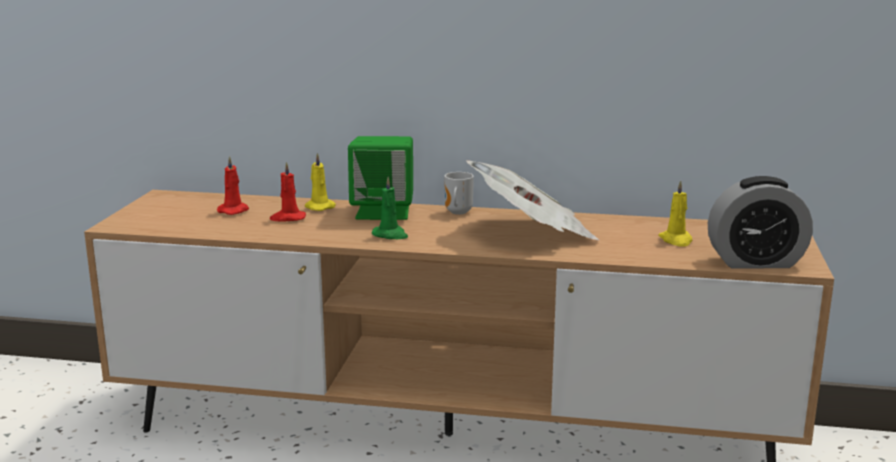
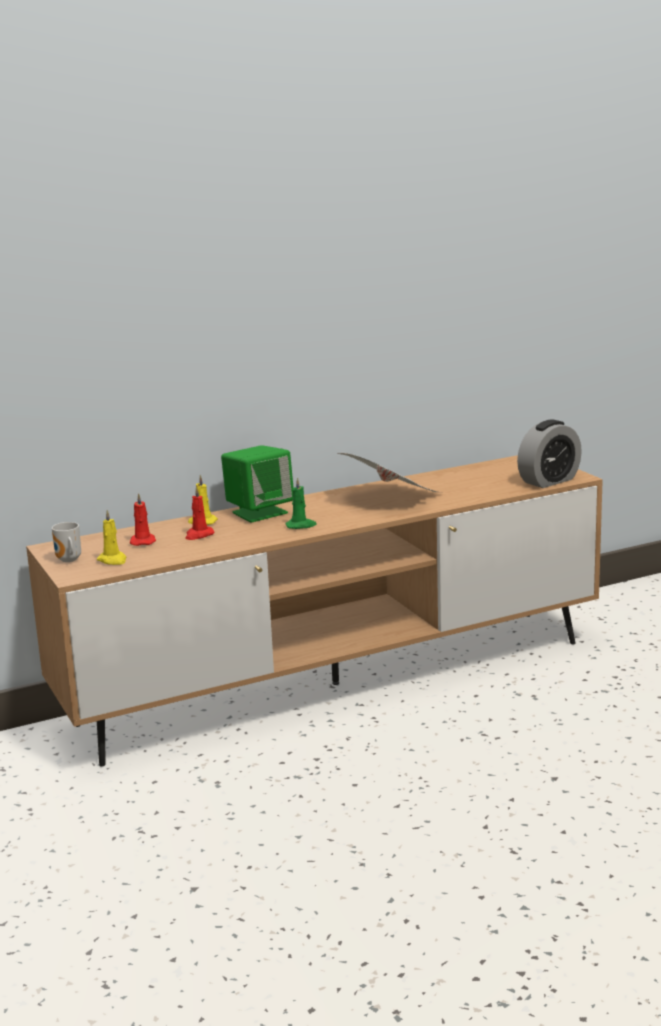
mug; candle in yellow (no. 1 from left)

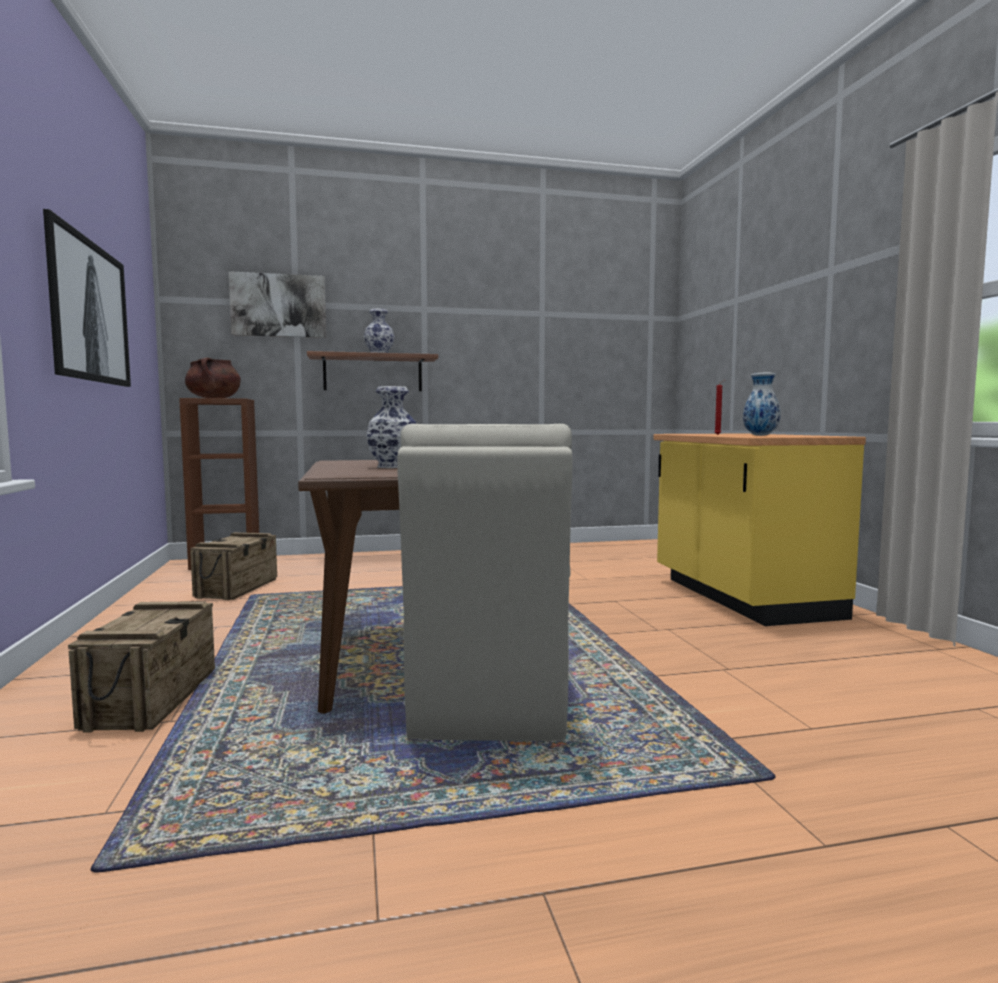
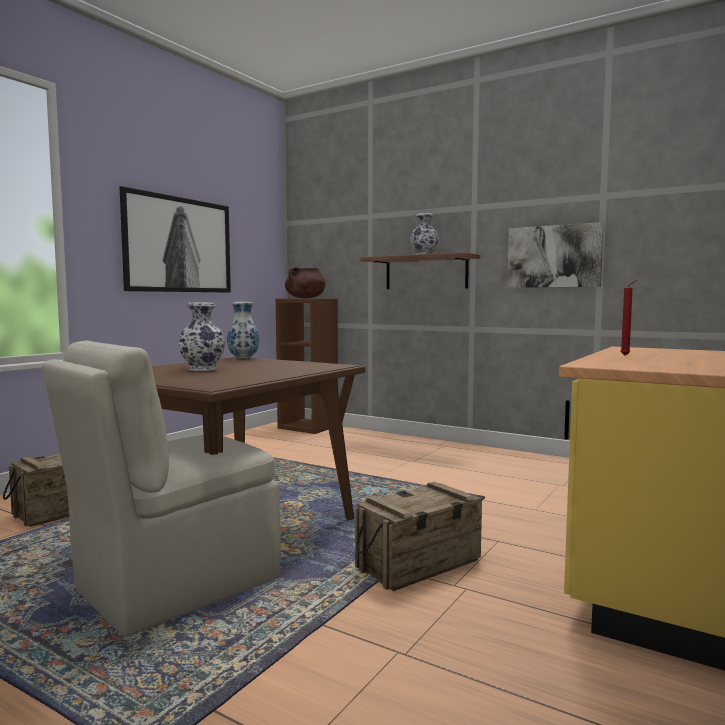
crate (no. 2 from left); picture (no. 2 from left); vase (no. 2 from left)

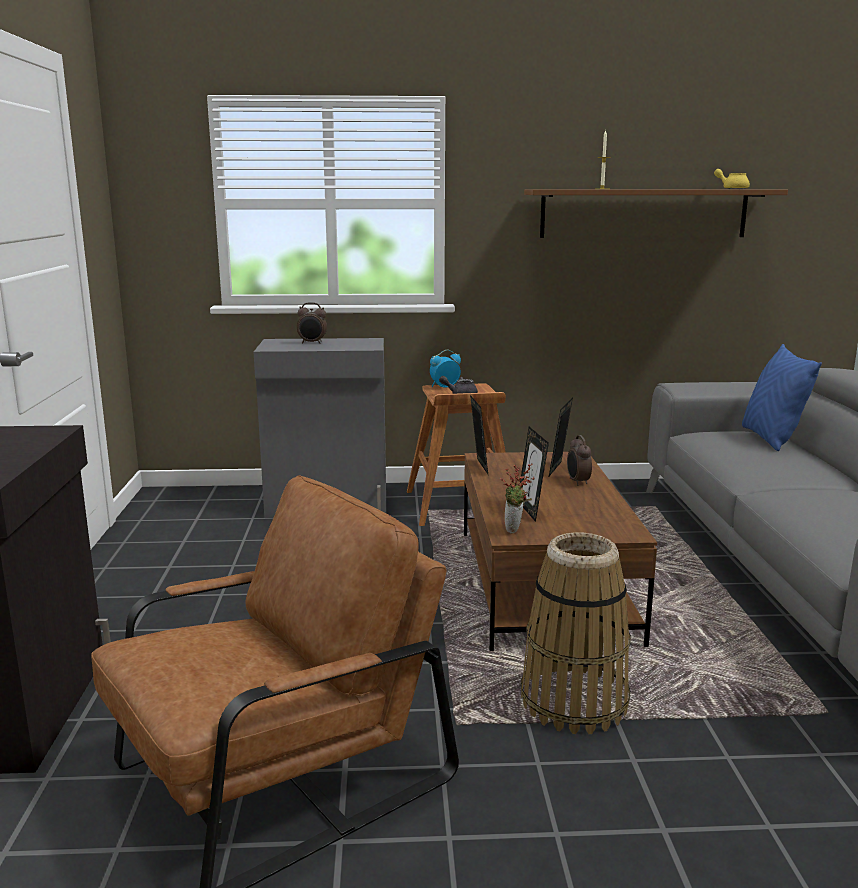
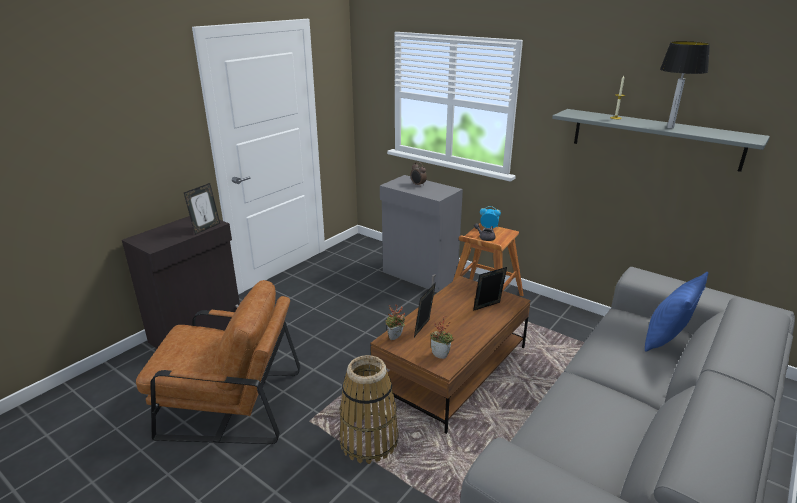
picture frame (no. 1 from left); shelf in grey; alarm clock (no. 3 from left in the first image); teapot in yellow; potted plant (no. 2 from left); table lamp

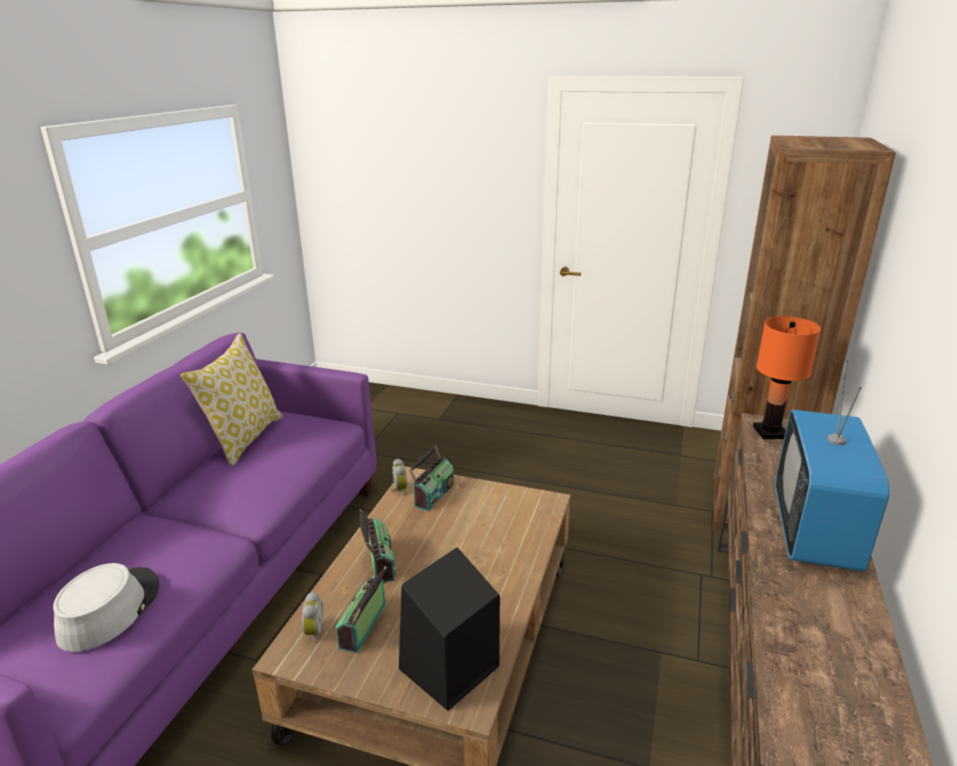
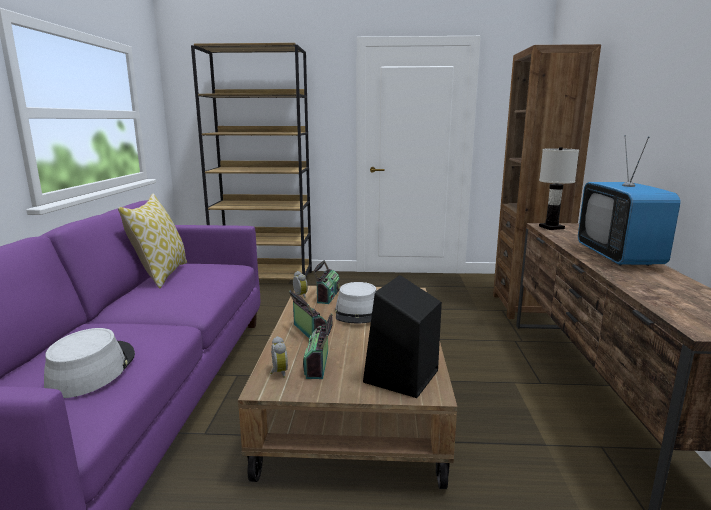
table lamp in white; bookcase in brown (no. 1 from left); hat in grey (no. 2 from left)

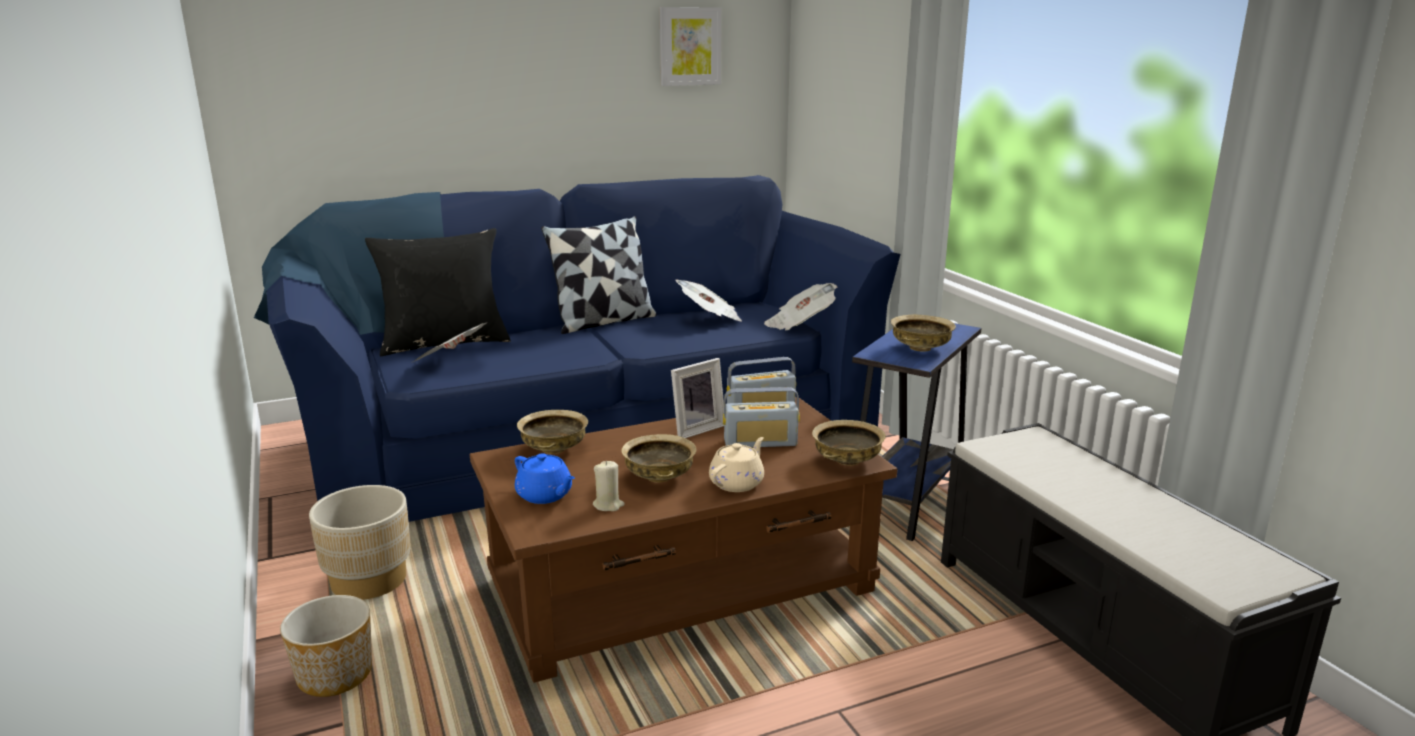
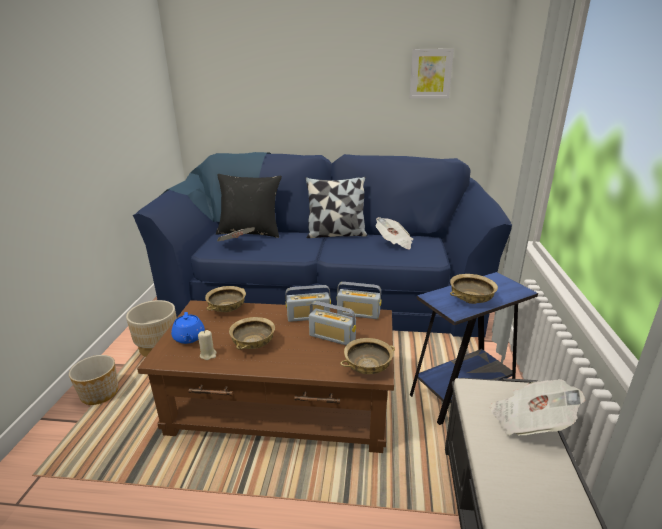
radio (no. 1 from left); teapot in beige; newspaper (no. 3 from left)

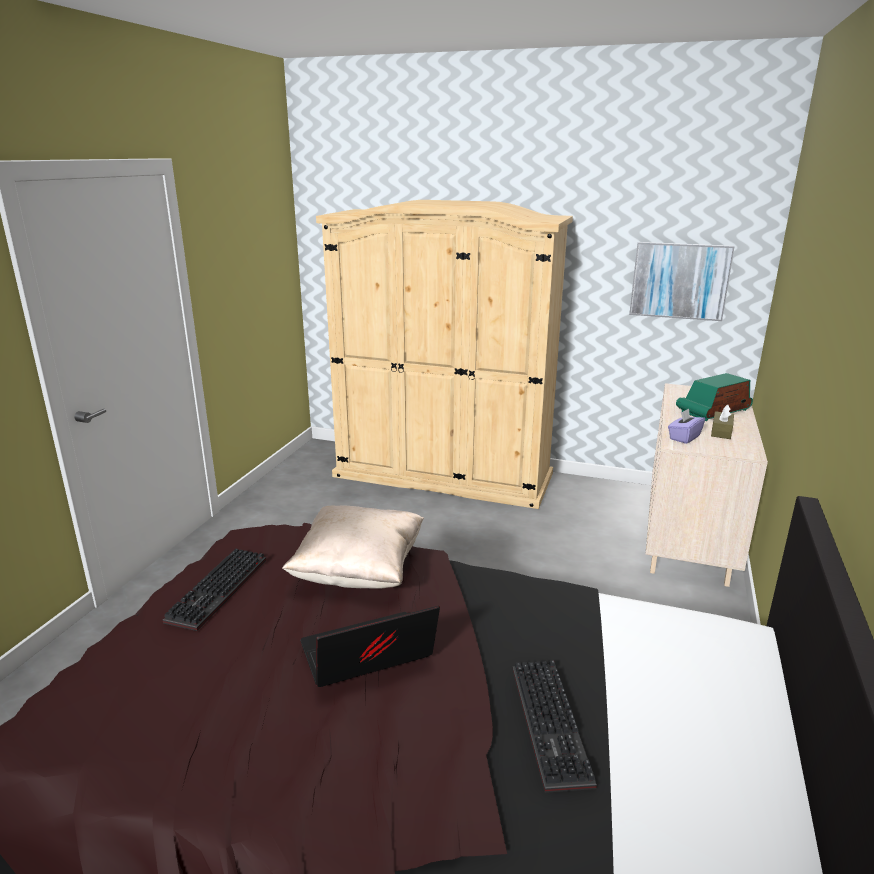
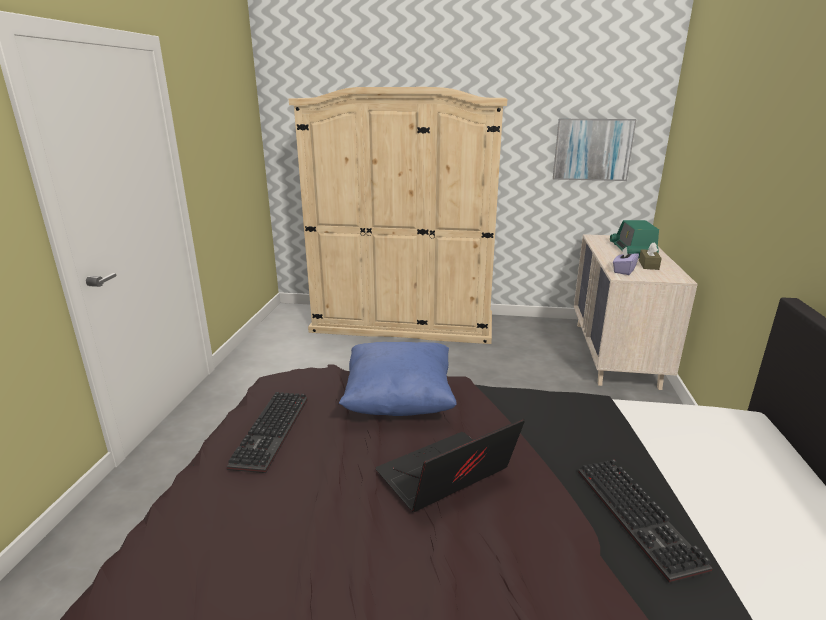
pillow in blue; radio

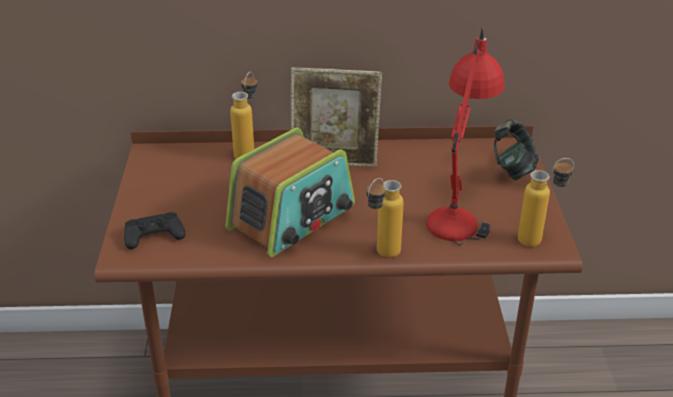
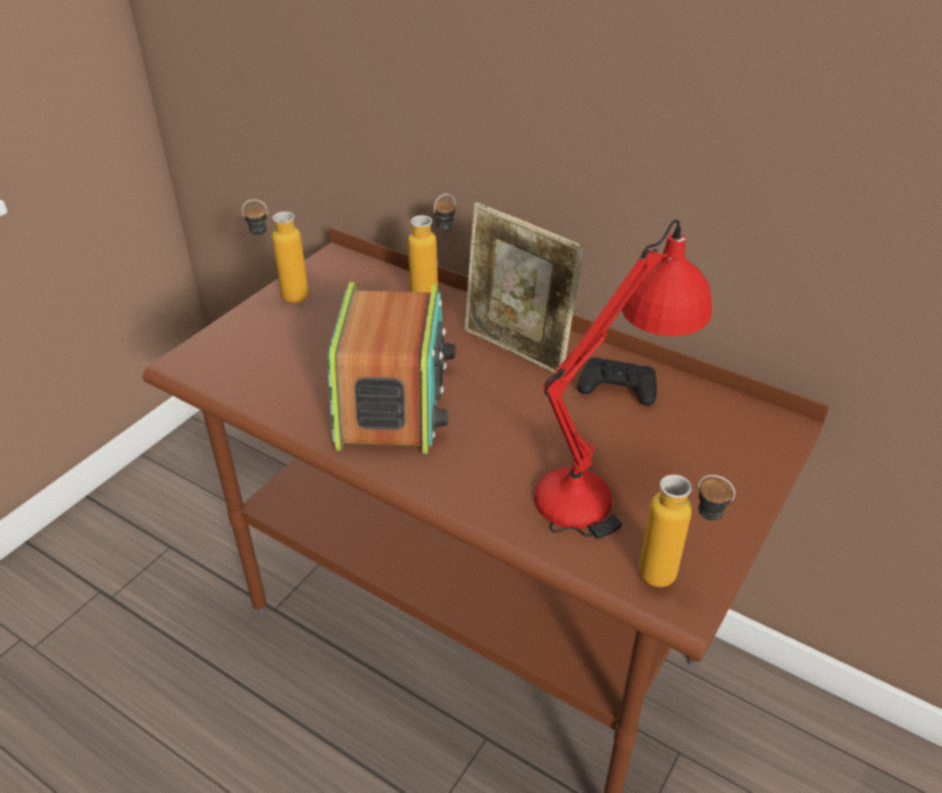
game controller in black; radio; bottle (no. 1 from left); headphones

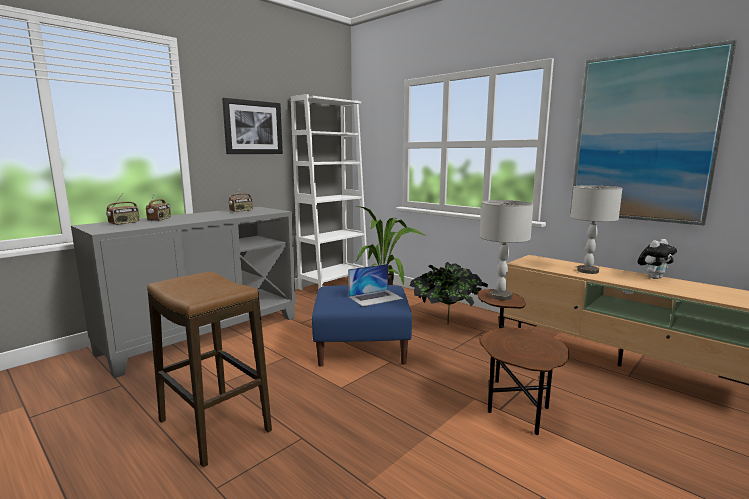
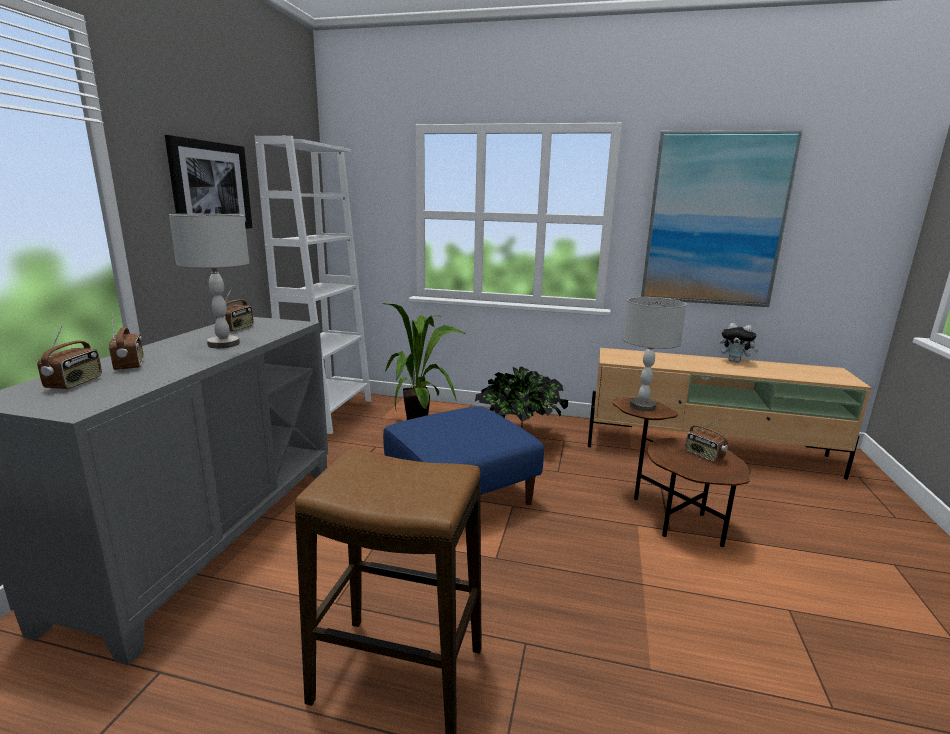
laptop; table lamp in grey (no. 1 from left); plush toy; radio (no. 4 from left)

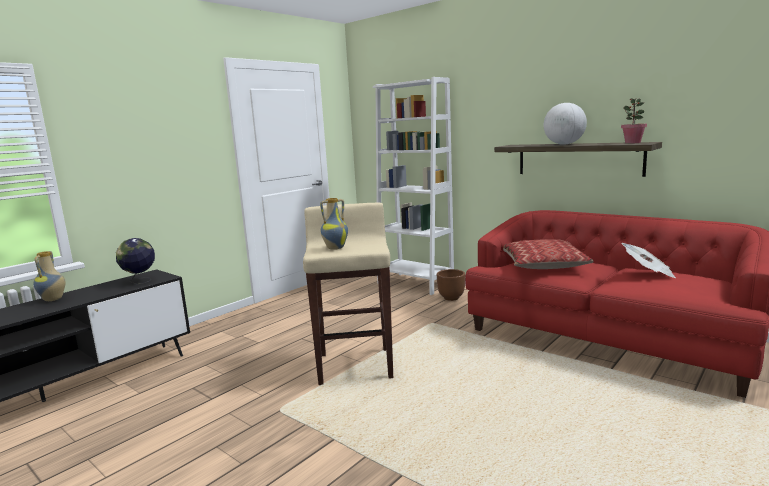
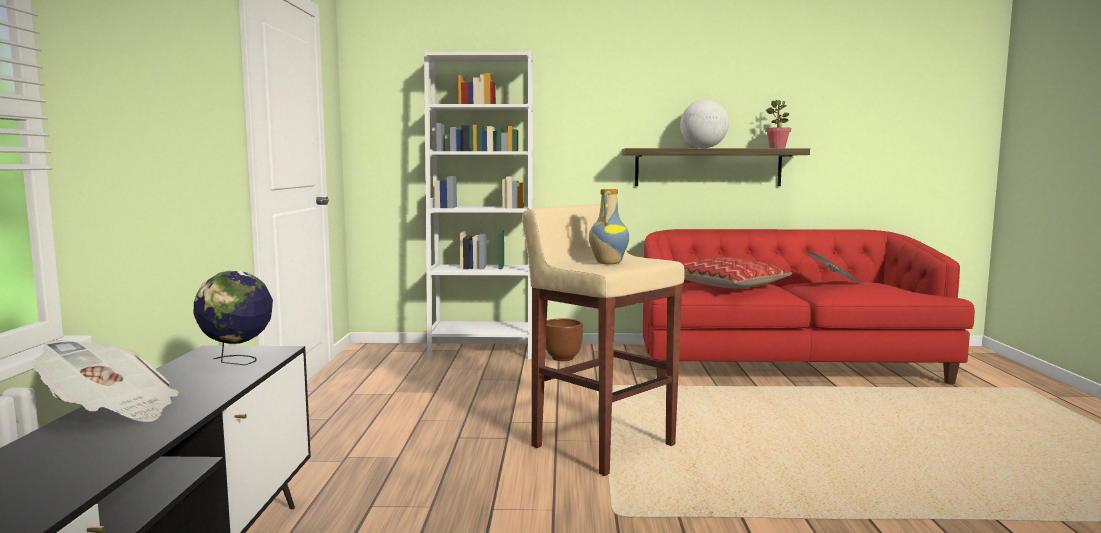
newspaper (no. 1 from left)

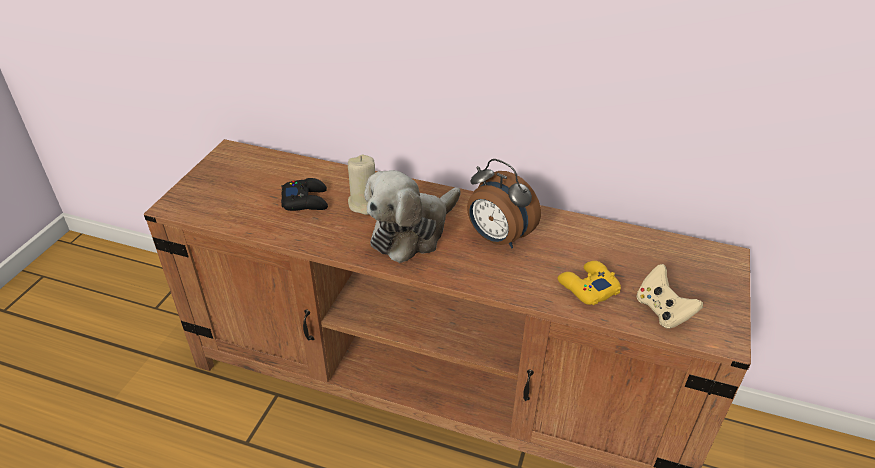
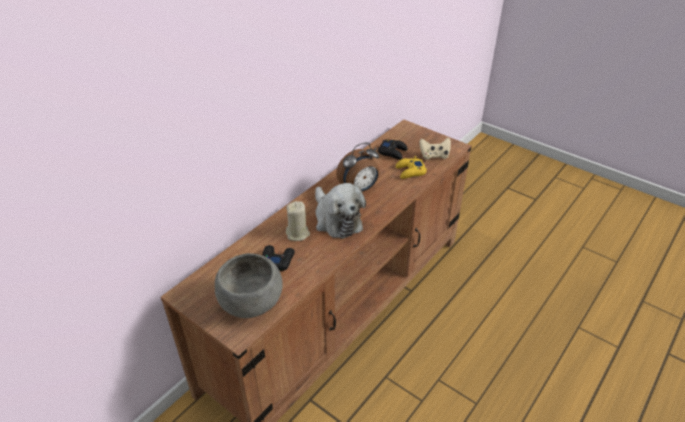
bowl in grey; game controller in black (no. 2 from left)

